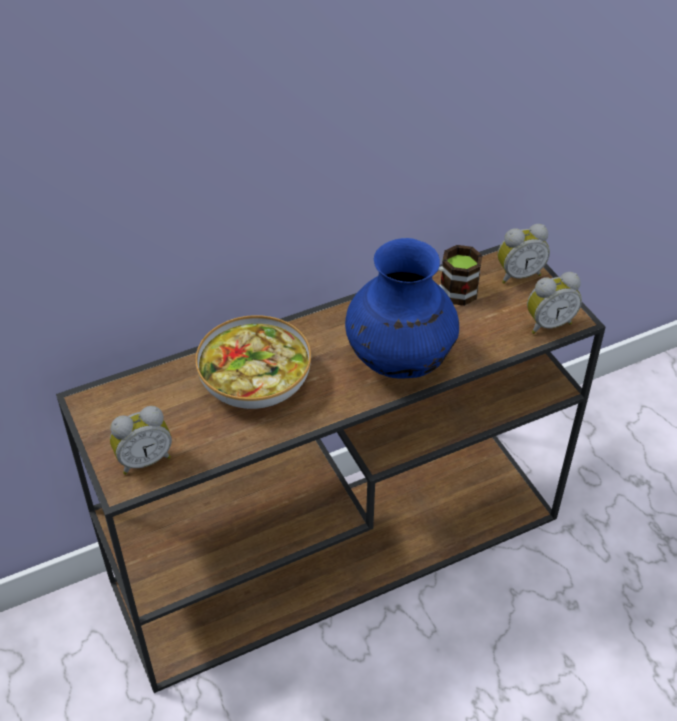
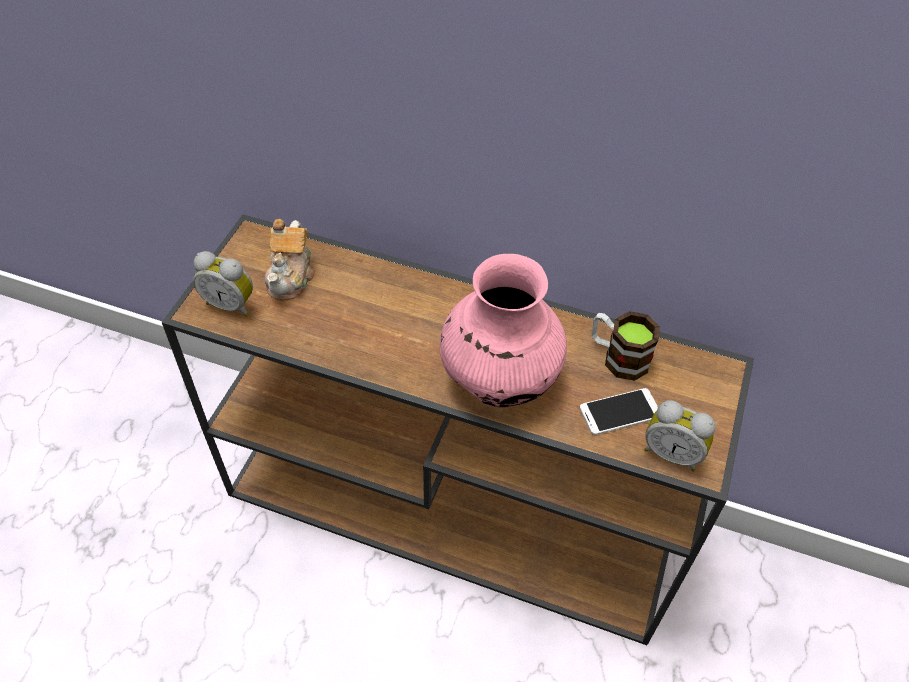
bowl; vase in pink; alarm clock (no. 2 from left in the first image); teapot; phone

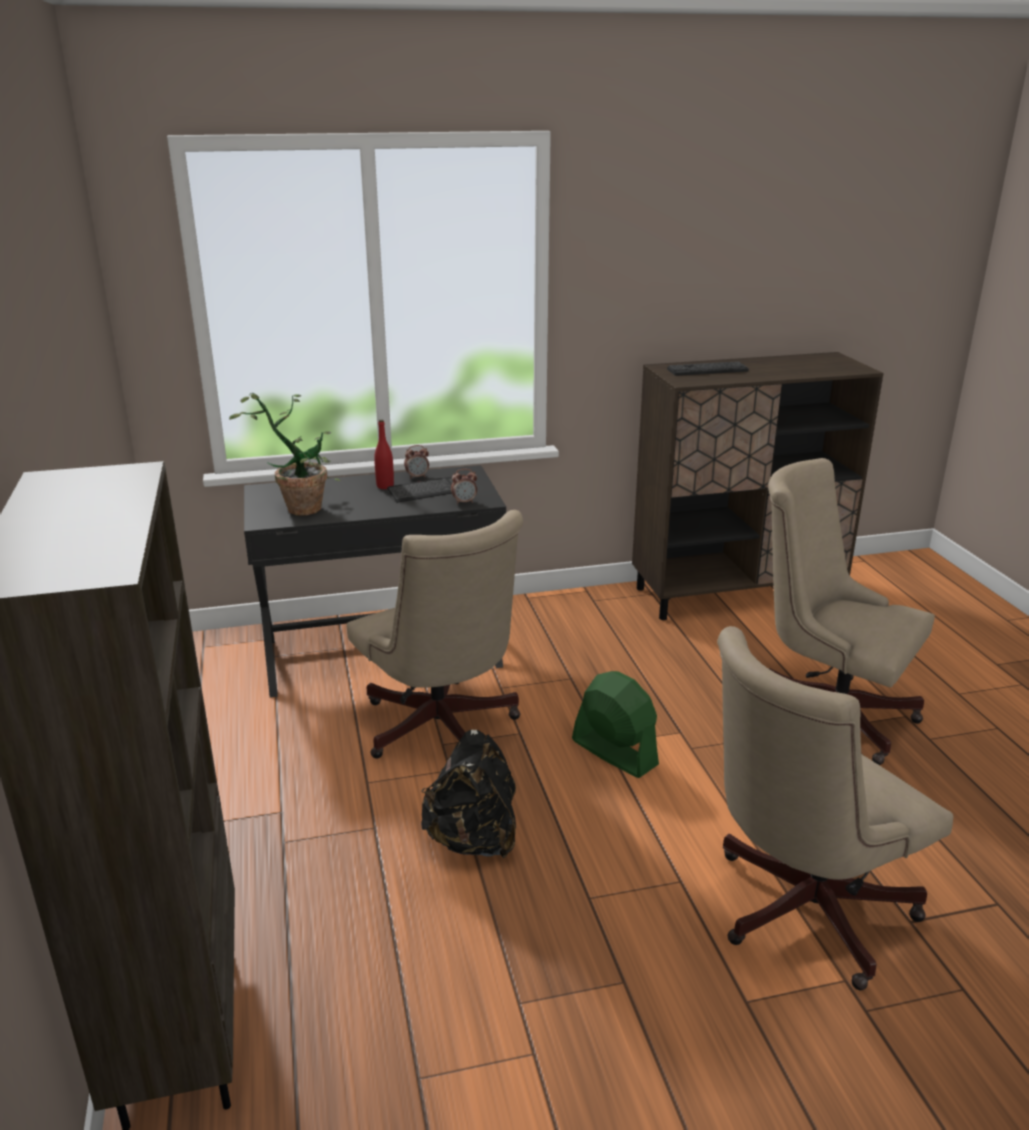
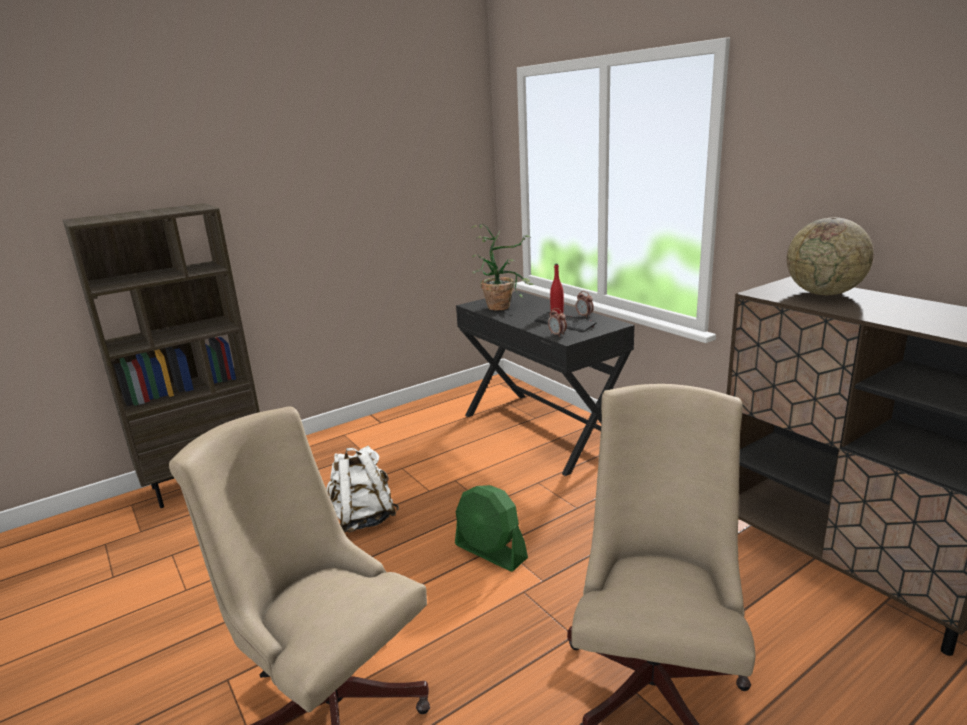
office chair in beige (no. 1 from left in the first image); backpack in white; fan in green; globe

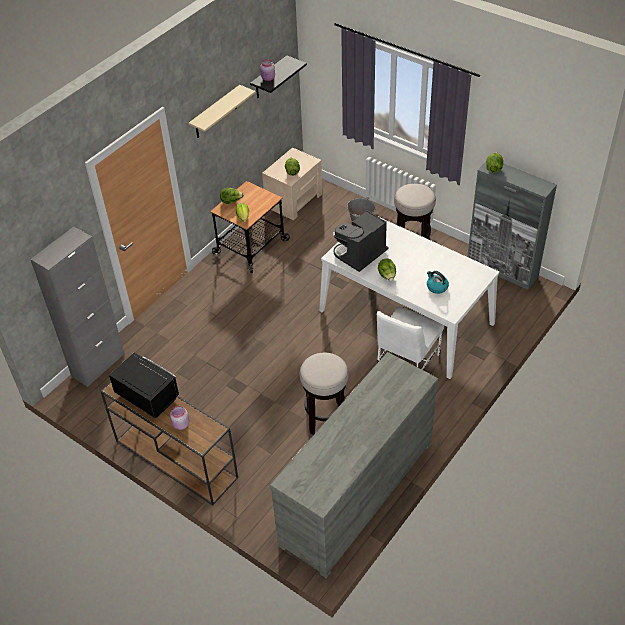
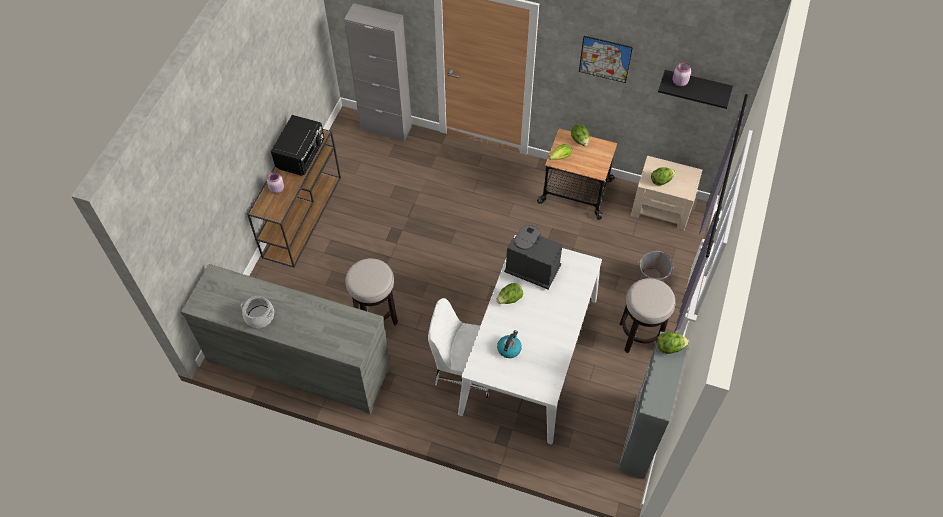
picture; cooking pot

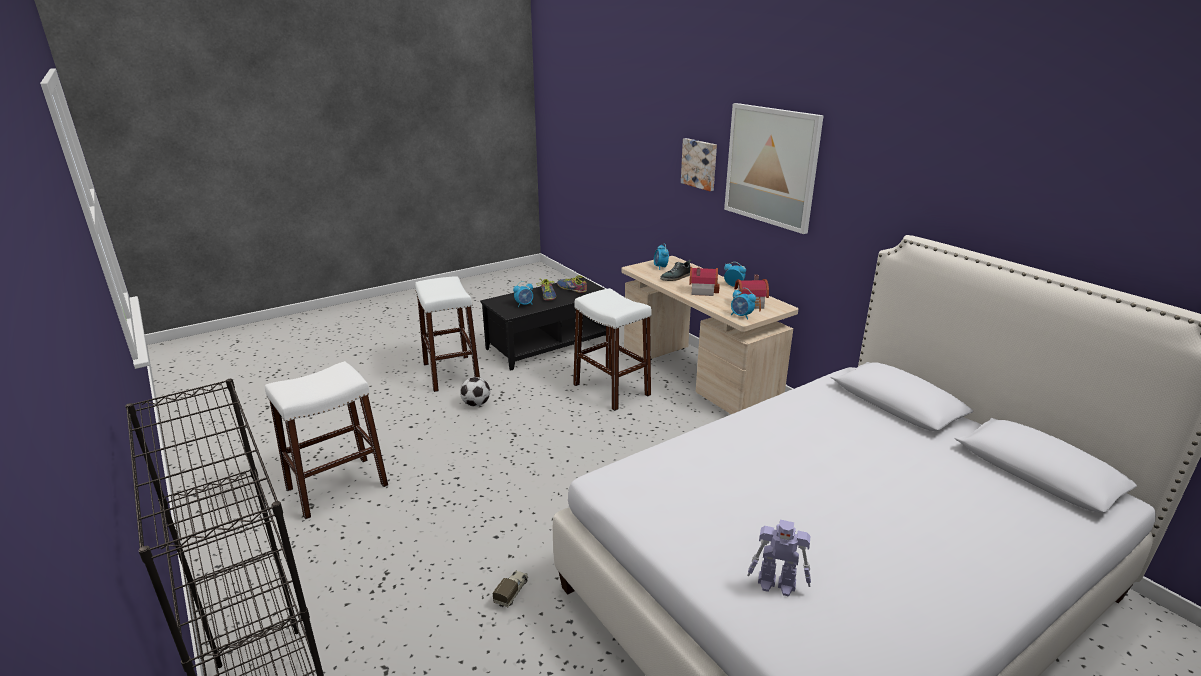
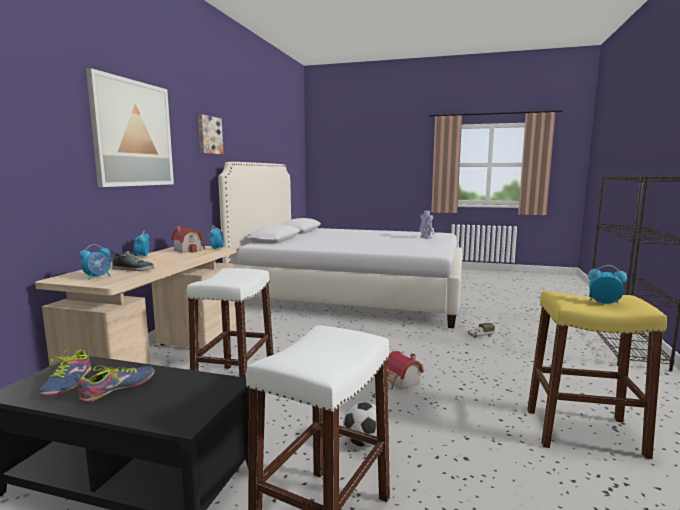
stool in yellow; alarm clock (no. 4 from left); picture (no. 2 from left); toy house (no. 2 from left)

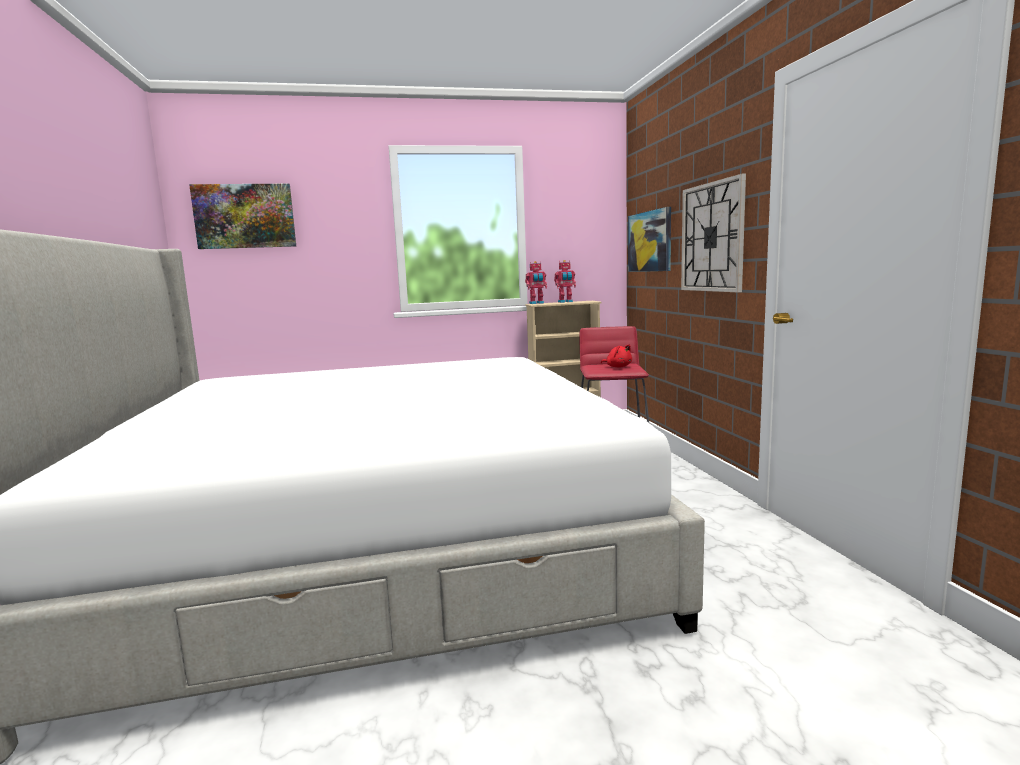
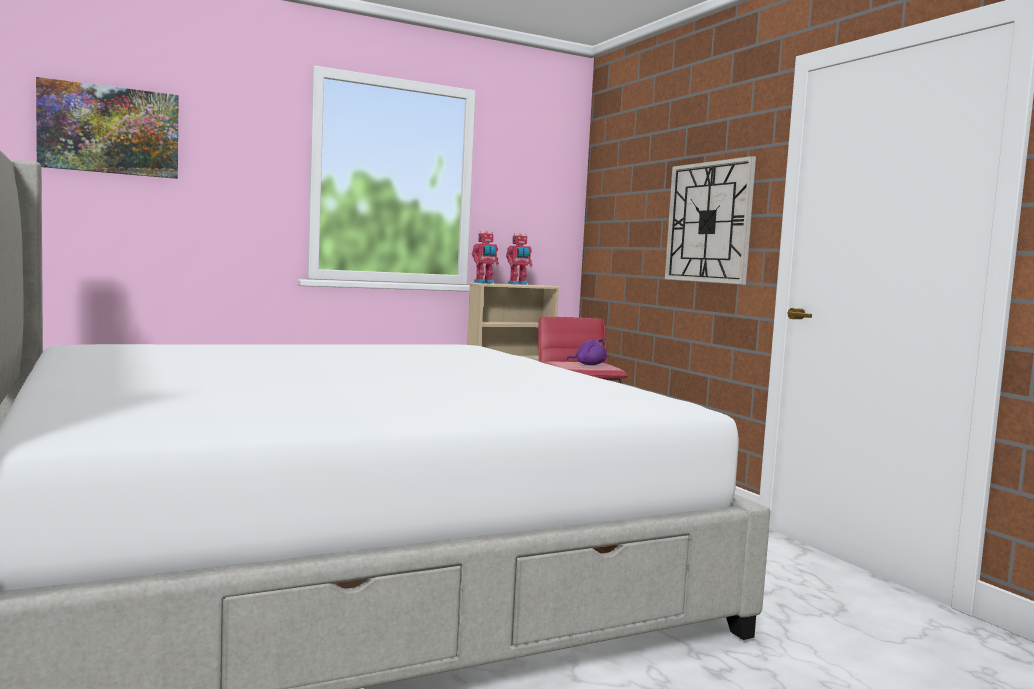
plush toy in purple; picture (no. 2 from left in the first image)

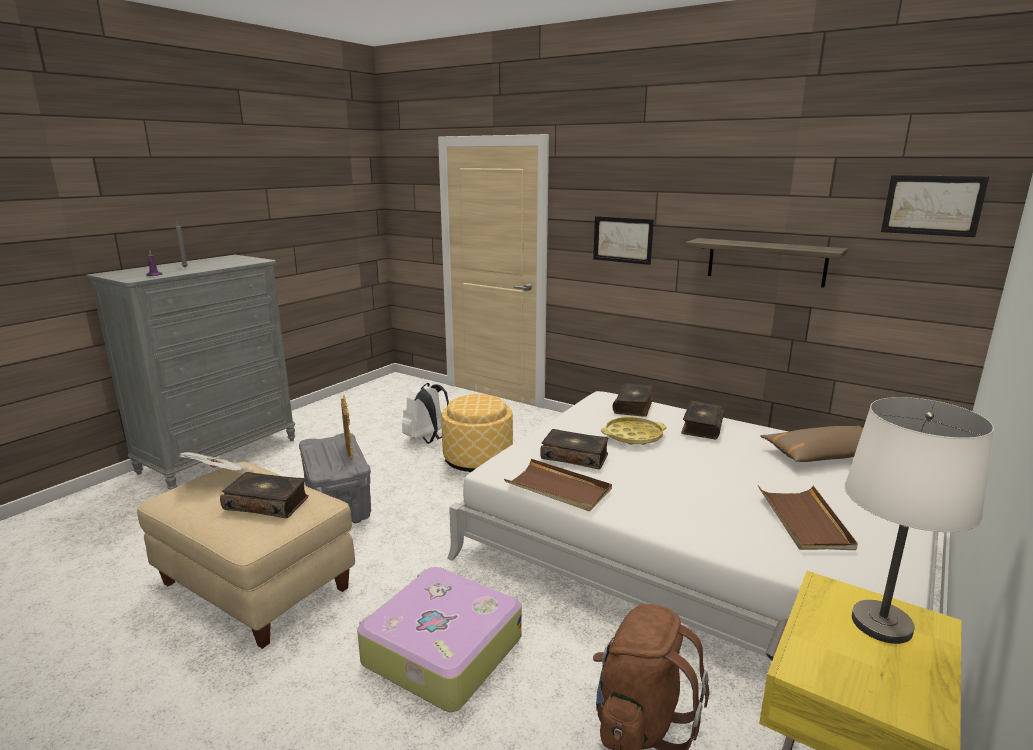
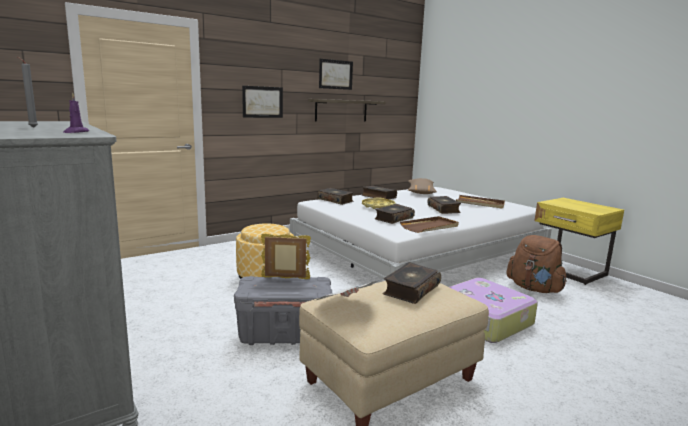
backpack in white; table lamp in white; picture (no. 2 from left); book (no. 5 from left)

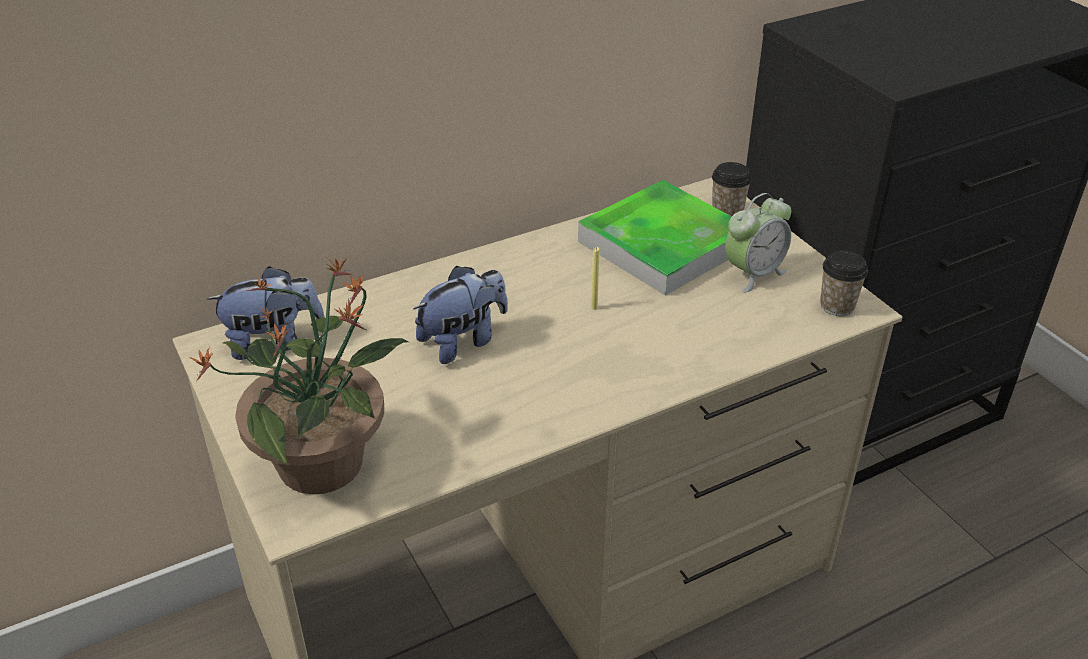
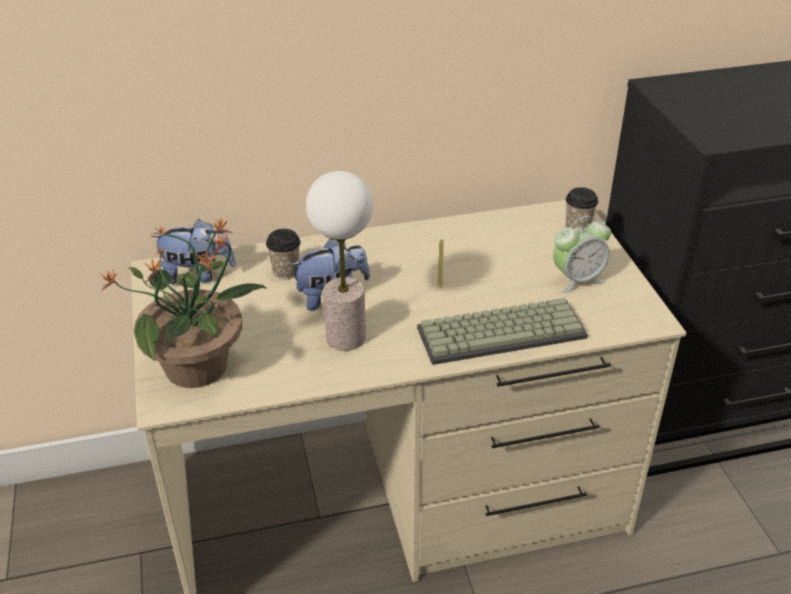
tray; cup (no. 1 from left); table lamp; keyboard

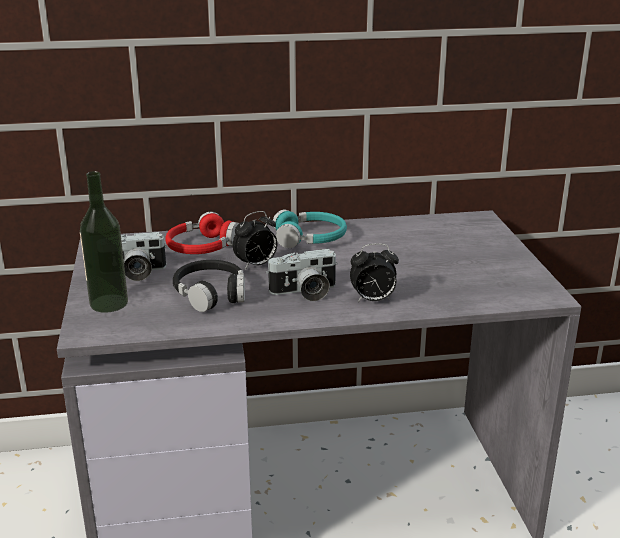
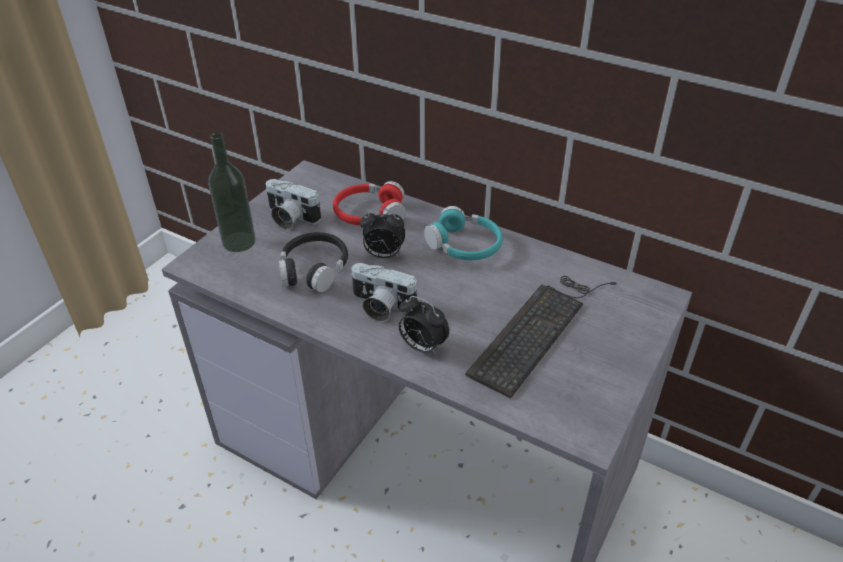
keyboard

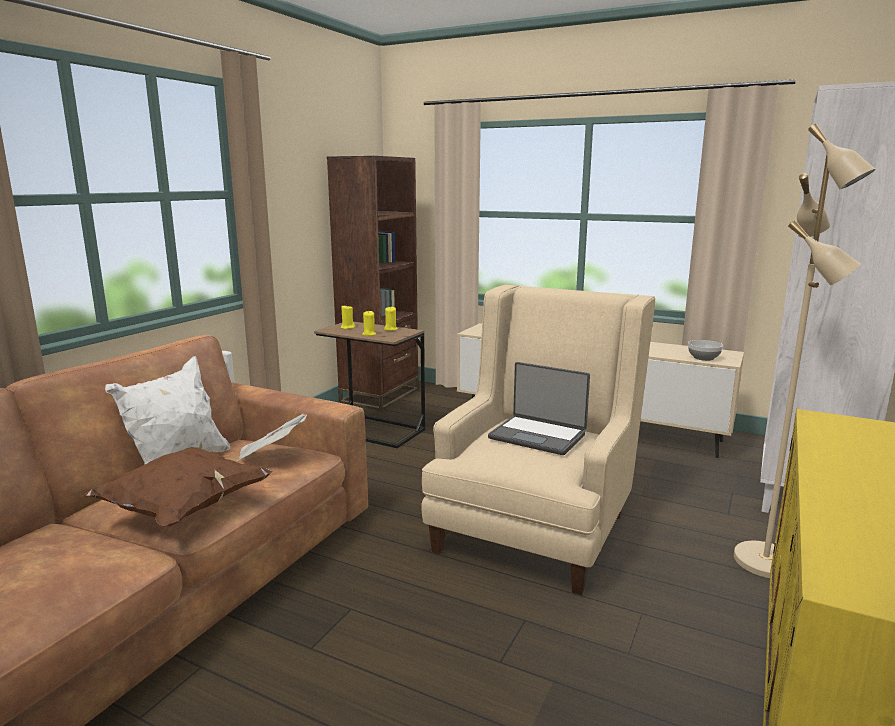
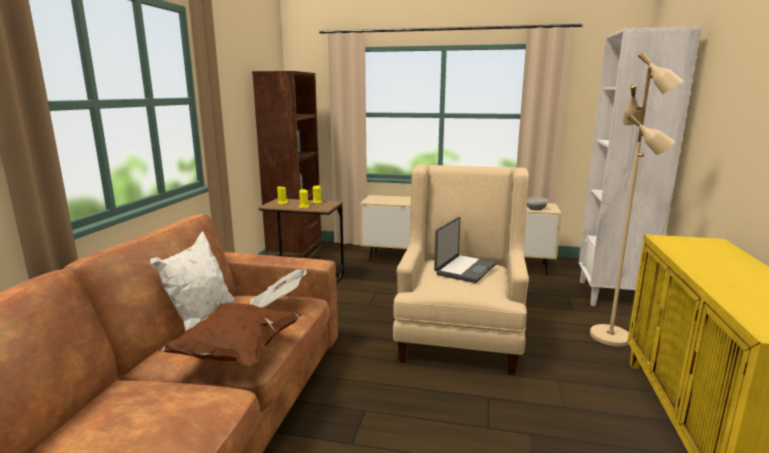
laptop

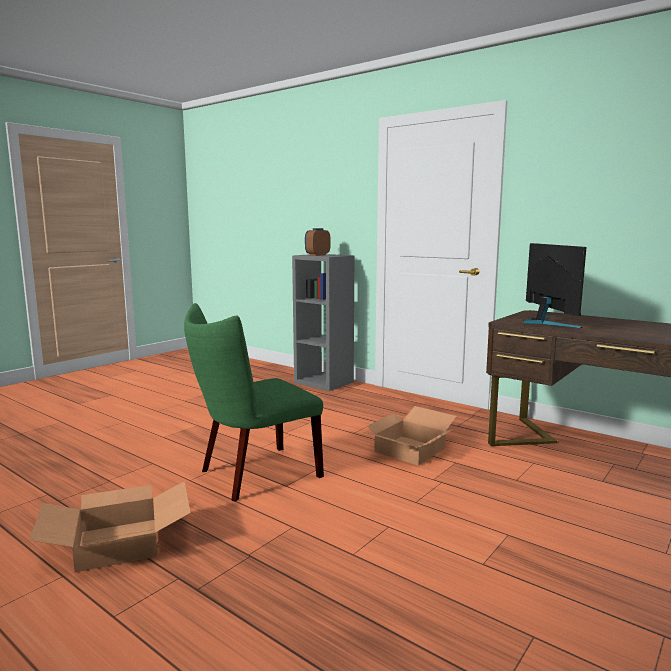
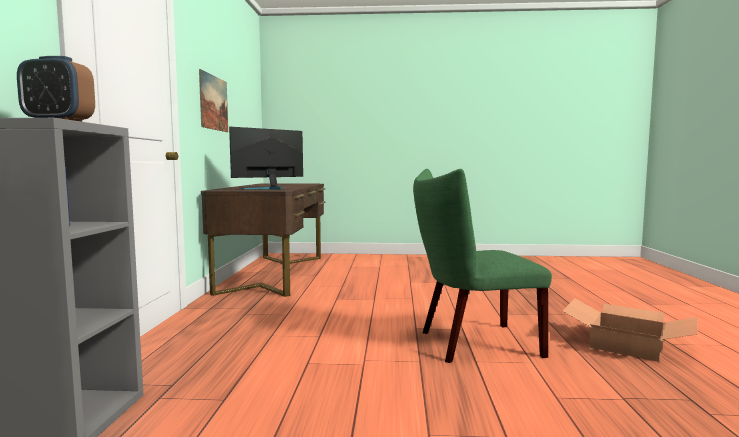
chair in green; cardboard box (no. 2 from left in the first image); picture

